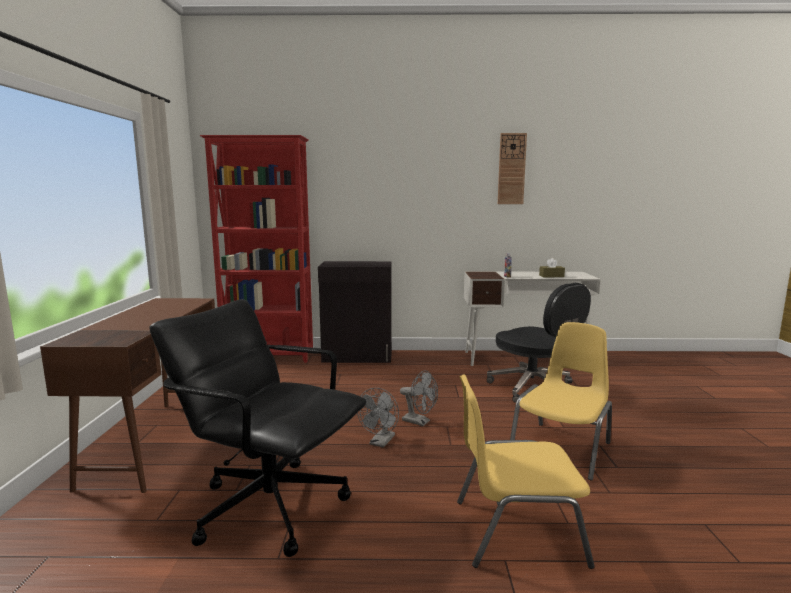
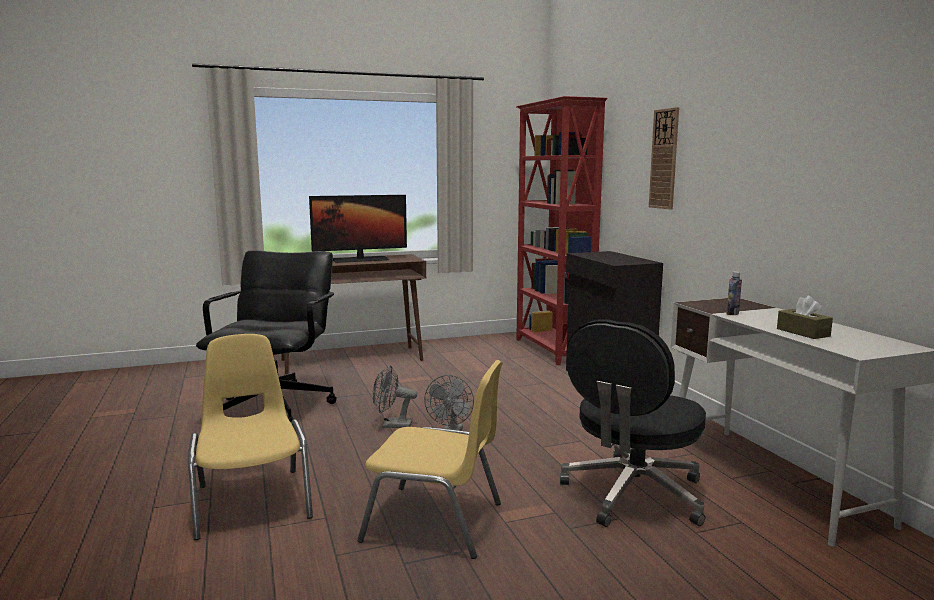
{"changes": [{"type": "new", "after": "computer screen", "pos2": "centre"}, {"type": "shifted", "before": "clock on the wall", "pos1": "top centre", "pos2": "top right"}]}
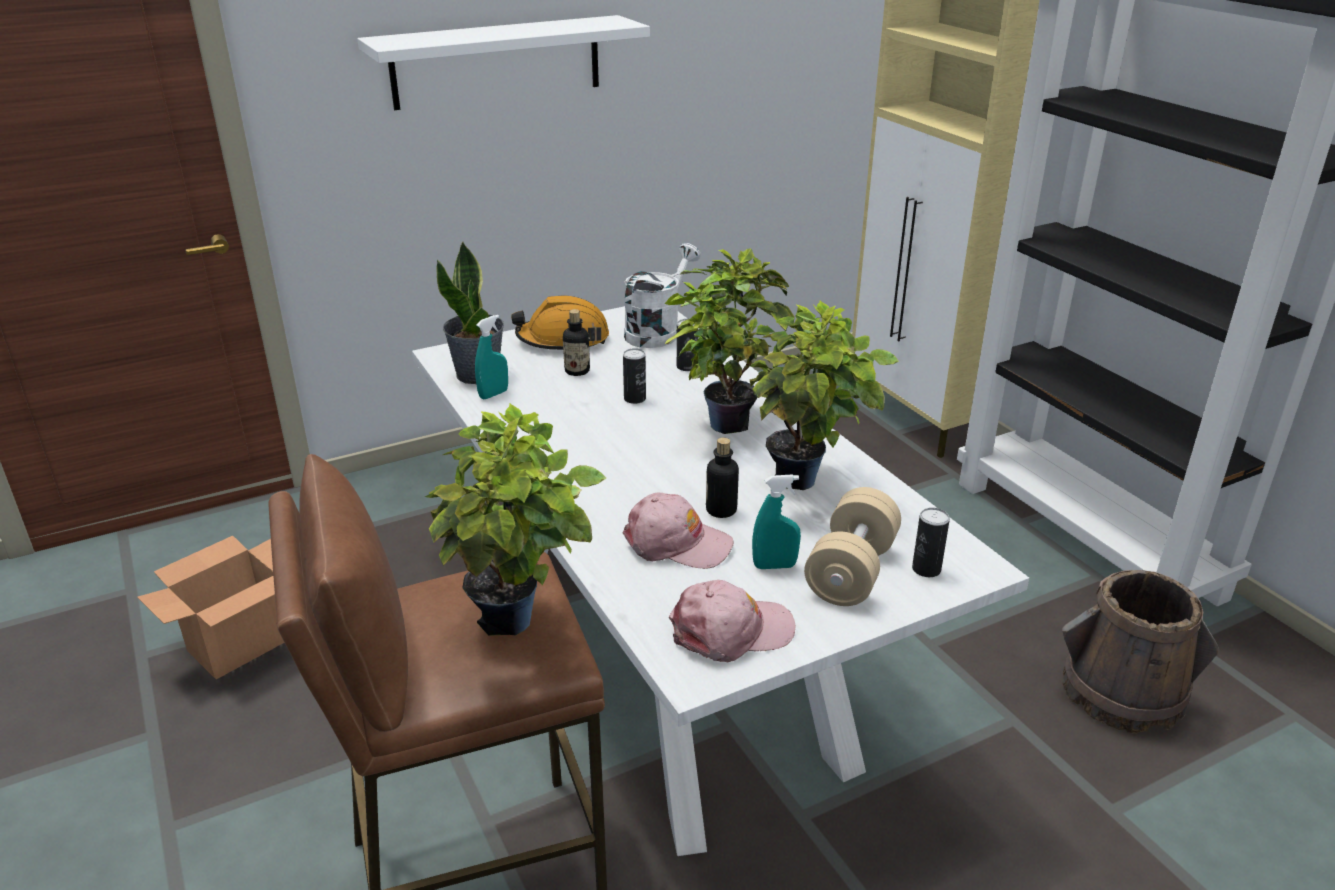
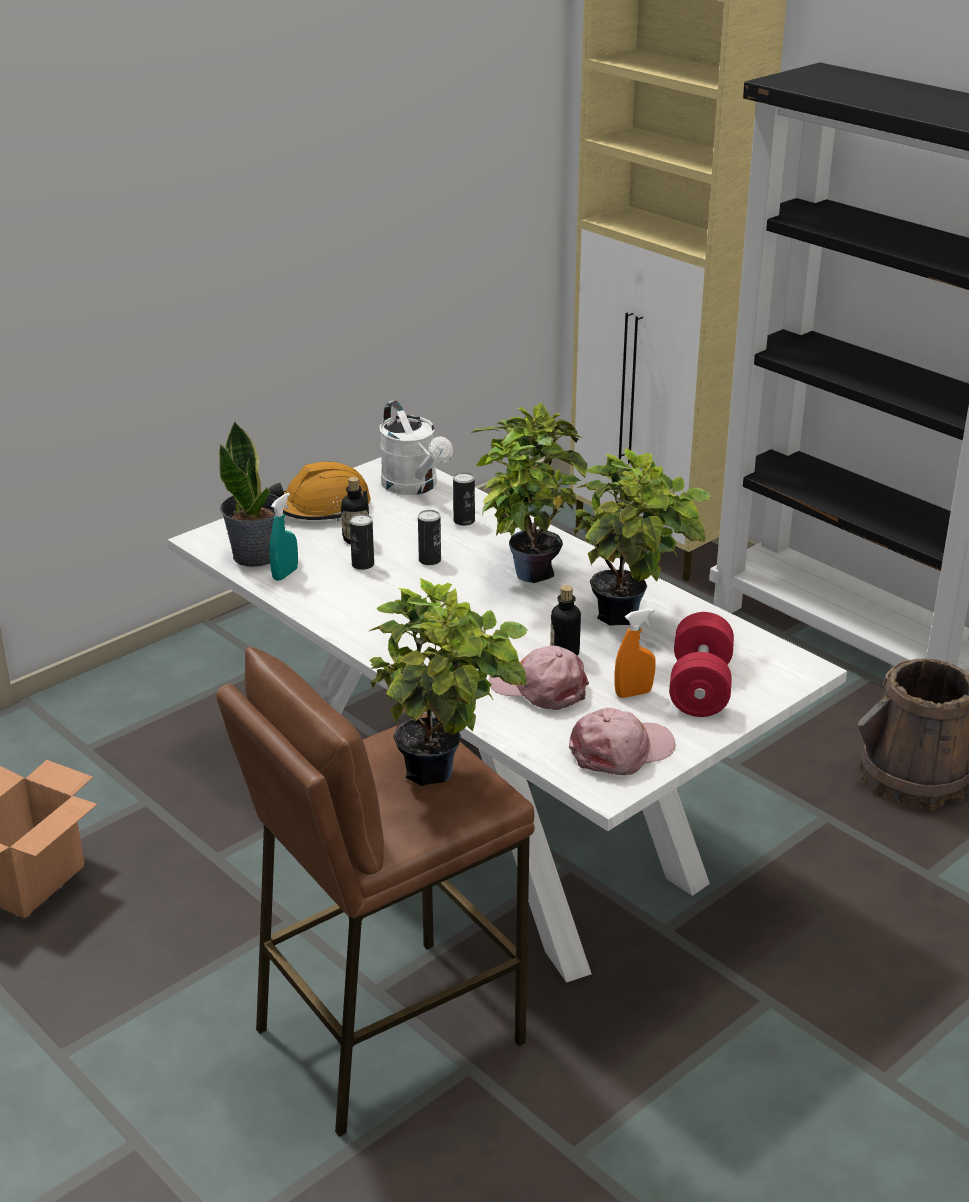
{"changes": [{"type": "shifted", "before": "metal can (no. 3 from left in the first image)", "after": "metal can (no. 1 from left)", "pos1": "middle right", "pos2": "centre"}, {"type": "rotated", "before": "white-coloured watering pot", "pos1": "top centre", "pos2": "centre", "turn": 135}, {"type": "rotated", "before": "pink cap (no. 1 from left)", "pos1": "centre", "pos2": "centre", "turn": -150}, {"type": "repainted", "before": "turquoise spray bottle (no. 2 from left)", "after": "orange spray bottle", "pos1": "centre", "pos2": "centre"}, {"type": "repainted", "before": "beige free weight", "after": "red free weight", "pos1": "centre", "pos2": "middle right"}, {"type": "gone", "before": "white-coloured wall shelf", "pos1": "top centre"}]}
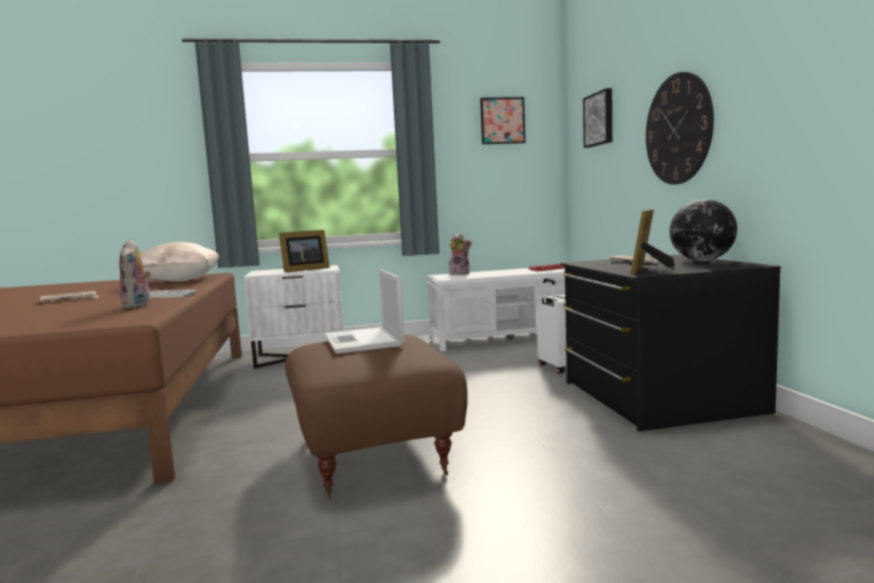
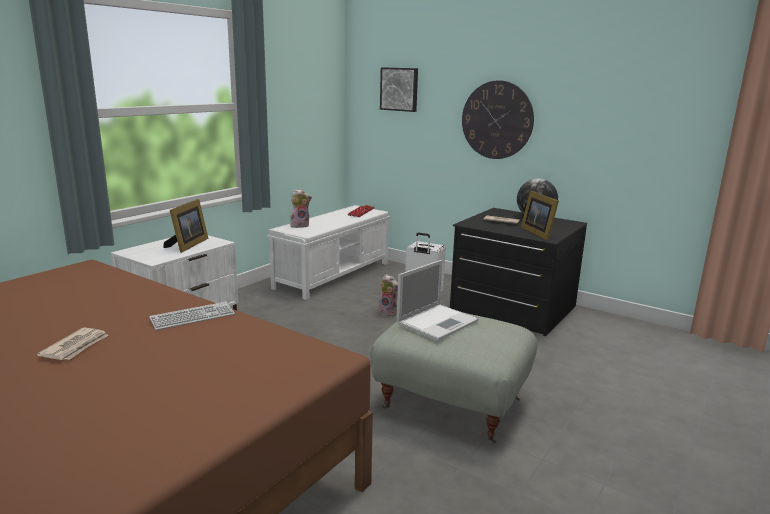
{"changes": [{"type": "repainted", "before": "brownish ottoman", "after": "grey ottoman", "pos1": "bottom centre", "pos2": "bottom centre"}, {"type": "shifted", "before": "plush toy (no. 1 from left in the first image)", "after": "plush toy (no. 2 from left)", "pos1": "middle left", "pos2": "centre"}, {"type": "rotated", "before": "notebook computer", "pos1": "centre", "pos2": "centre", "turn": -75}, {"type": "gone", "before": "beige cushion", "pos1": "middle left"}, {"type": "gone", "before": "wall picture (no. 1 from left)", "pos1": "top centre"}]}
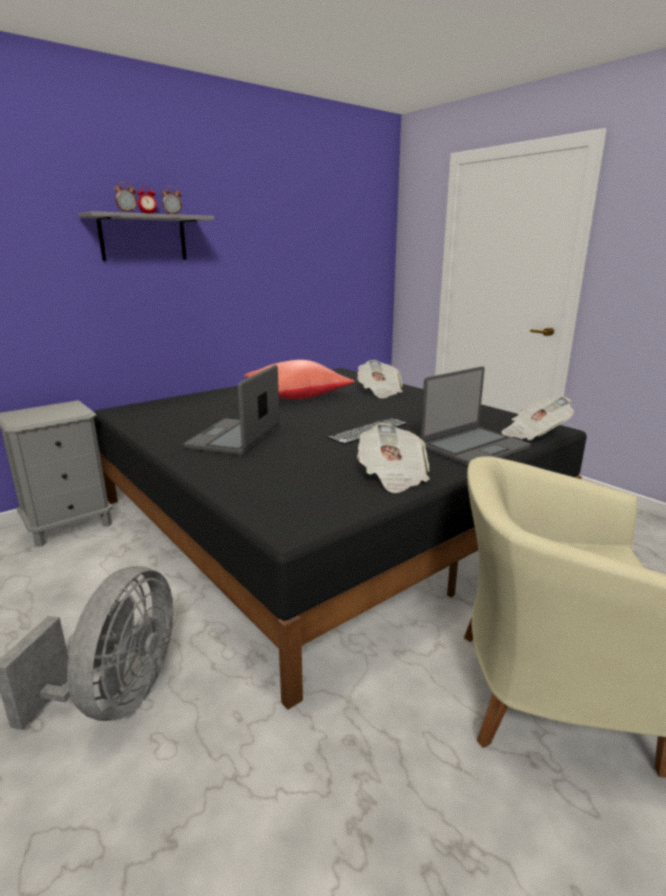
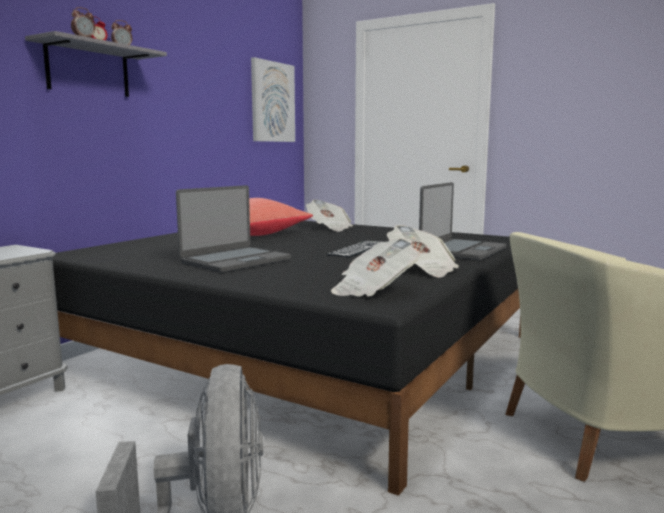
{"changes": [{"type": "rotated", "before": "notebook computer (no. 1 from left)", "pos1": "centre", "pos2": "centre", "turn": -135}, {"type": "new", "after": "wall picture", "pos2": "top centre"}, {"type": "shifted", "before": "daily paper (no. 3 from left in the first image)", "after": "daily paper (no. 2 from left)", "pos1": "middle right", "pos2": "centre"}]}
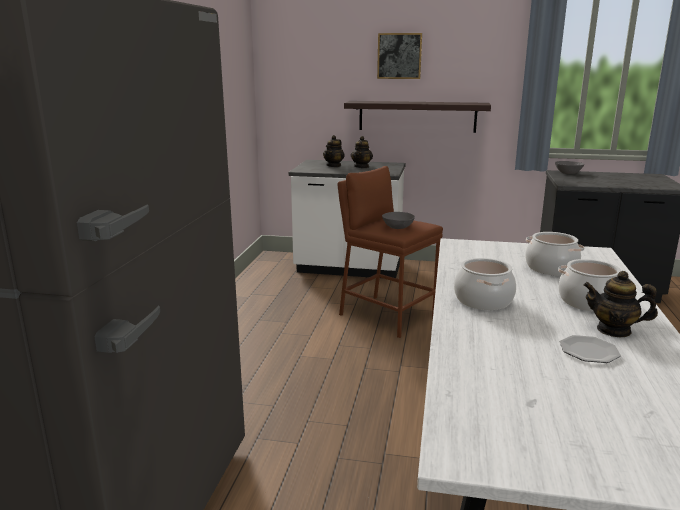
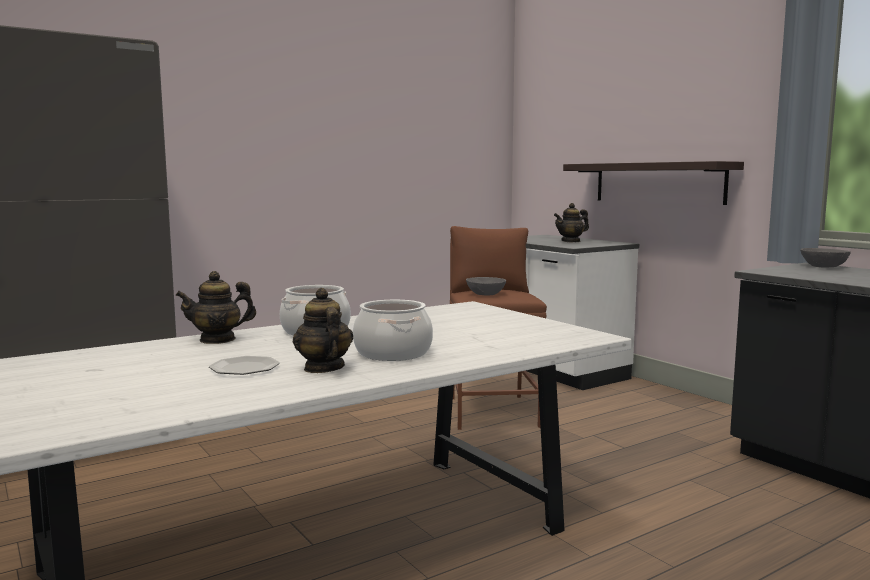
{"changes": [{"type": "shifted", "before": "tea pot (no. 1 from left)", "pos1": "top centre", "pos2": "middle left"}, {"type": "gone", "before": "wall picture", "pos1": "top centre"}, {"type": "gone", "before": "stockpot (no. 2 from left)", "pos1": "middle right"}]}
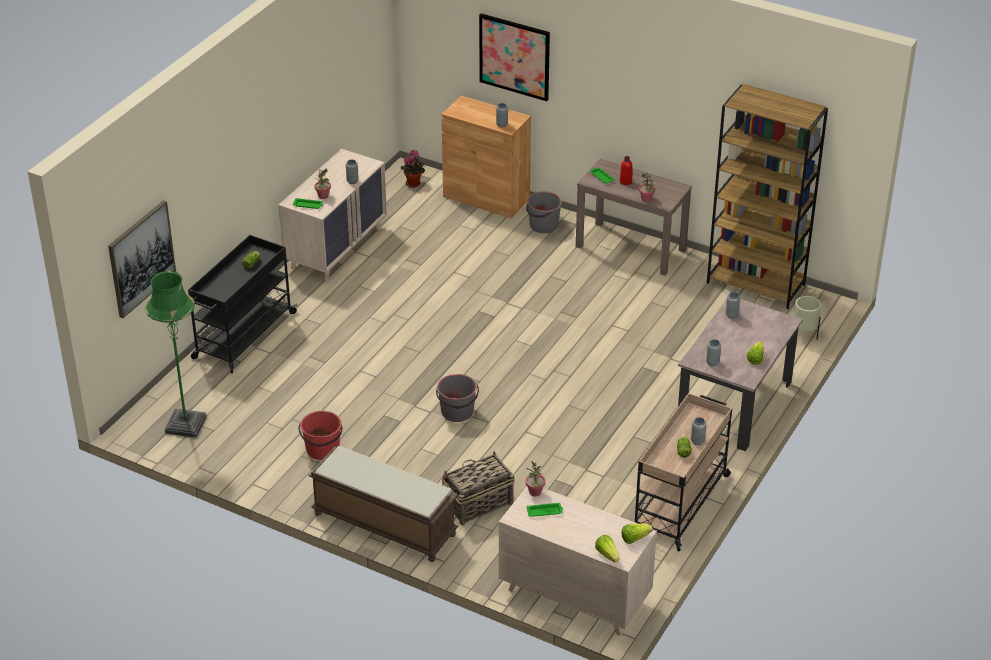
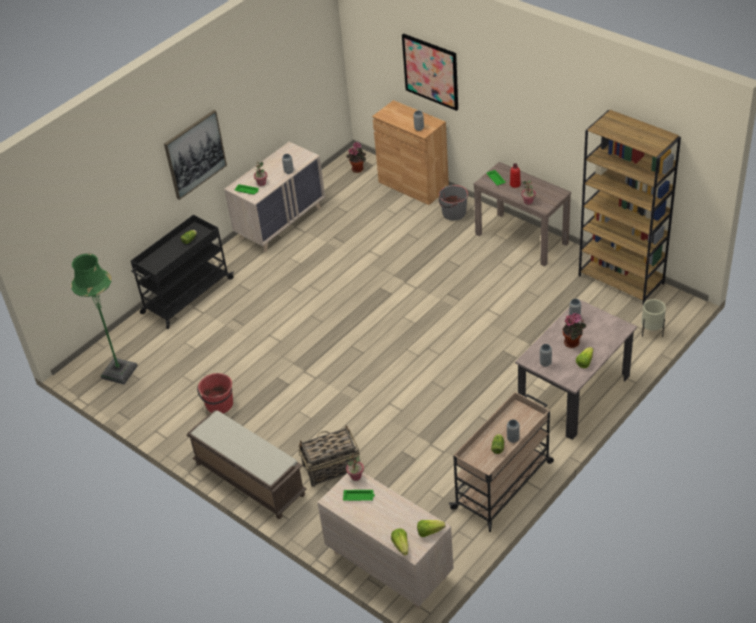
{"changes": [{"type": "shifted", "before": "wall picture (no. 1 from left)", "pos1": "middle left", "pos2": "top left"}, {"type": "new", "after": "potted plant (no. 5 from left)", "pos2": "middle right"}, {"type": "gone", "before": "grey pail (no. 1 from left)", "pos1": "centre"}]}
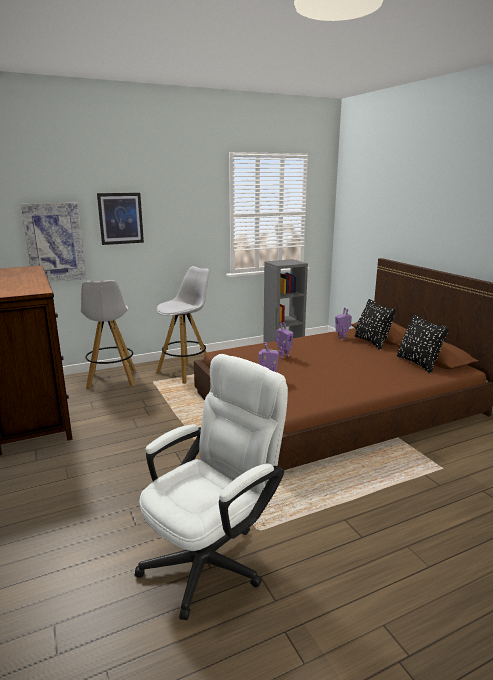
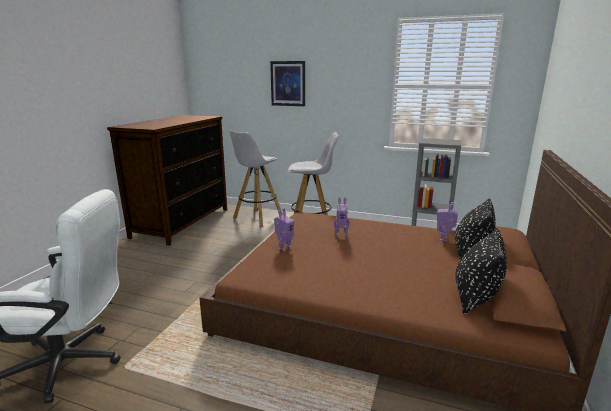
{"changes": [{"type": "gone", "before": "wall picture (no. 1 from left)", "pos1": "middle left"}]}
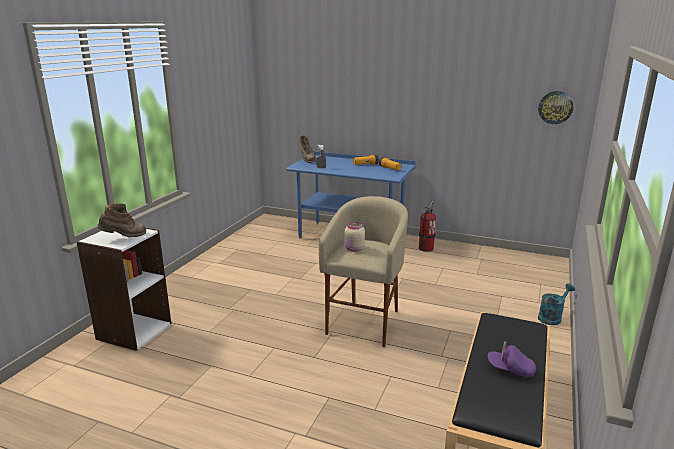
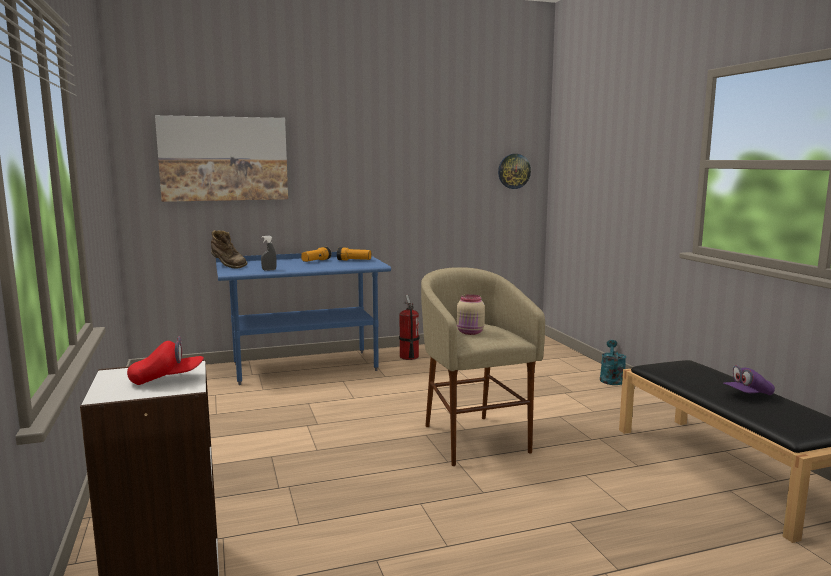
{"changes": [{"type": "swapped", "before": "brownish tall boot (no. 1 from left)", "after": "red cap", "pos1": "middle left", "pos2": "middle left"}, {"type": "new", "after": "wall picture", "pos2": "top left"}]}
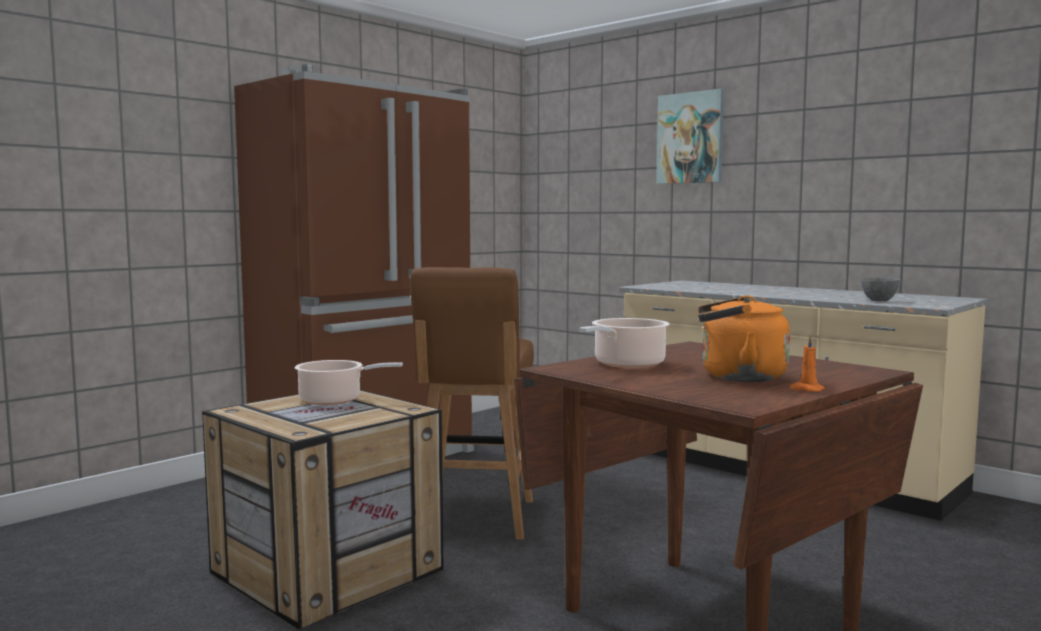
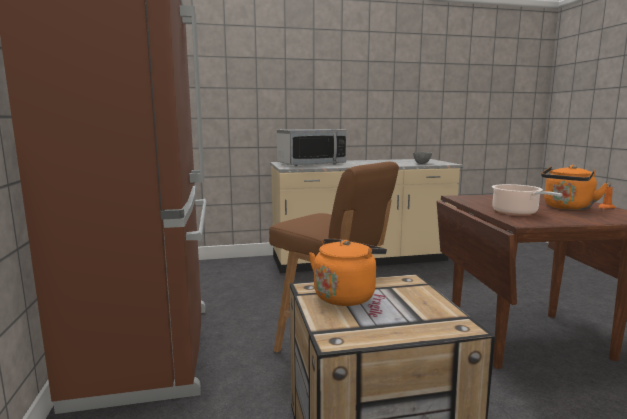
{"changes": [{"type": "new", "after": "microwave", "pos2": "centre"}, {"type": "swapped", "before": "stockpot (no. 1 from left)", "after": "orange water kettle (no. 1 from left)", "pos1": "centre", "pos2": "centre"}, {"type": "gone", "before": "wall picture", "pos1": "top centre"}]}
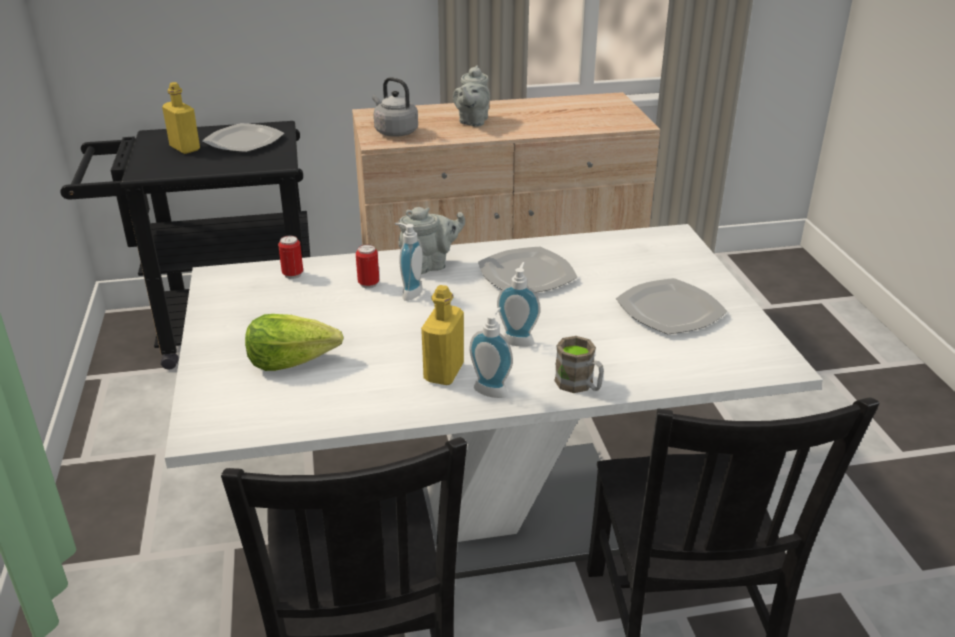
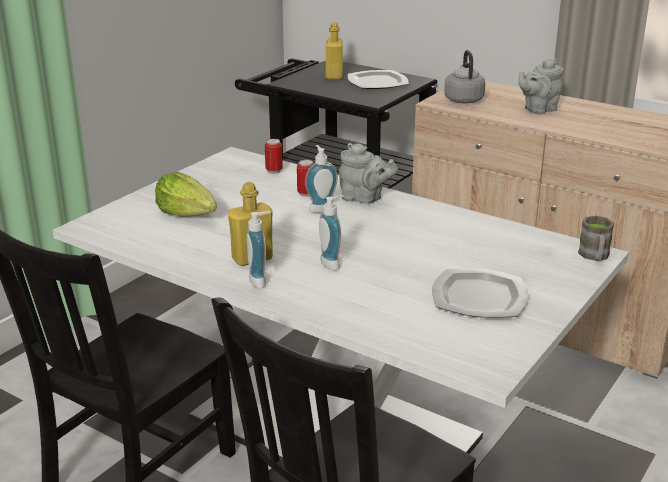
{"changes": [{"type": "shifted", "before": "brownish tea mug", "pos1": "centre", "pos2": "middle right"}, {"type": "gone", "before": "flat dish (no. 2 from left)", "pos1": "centre"}]}
